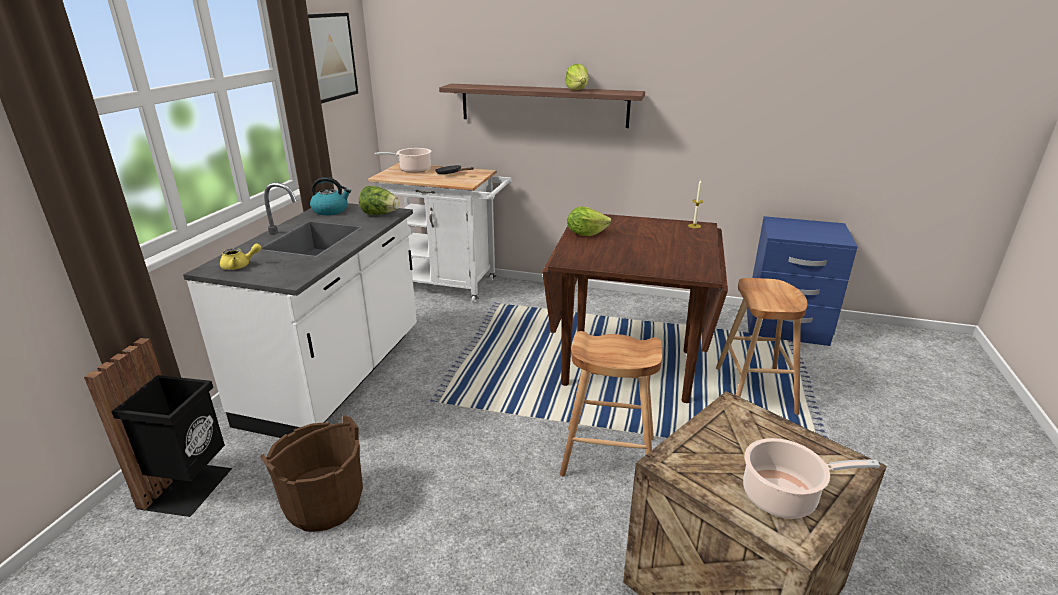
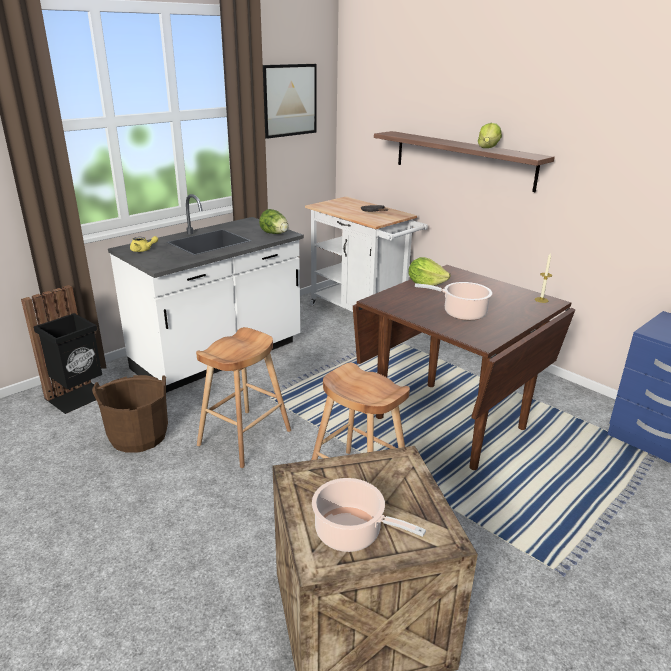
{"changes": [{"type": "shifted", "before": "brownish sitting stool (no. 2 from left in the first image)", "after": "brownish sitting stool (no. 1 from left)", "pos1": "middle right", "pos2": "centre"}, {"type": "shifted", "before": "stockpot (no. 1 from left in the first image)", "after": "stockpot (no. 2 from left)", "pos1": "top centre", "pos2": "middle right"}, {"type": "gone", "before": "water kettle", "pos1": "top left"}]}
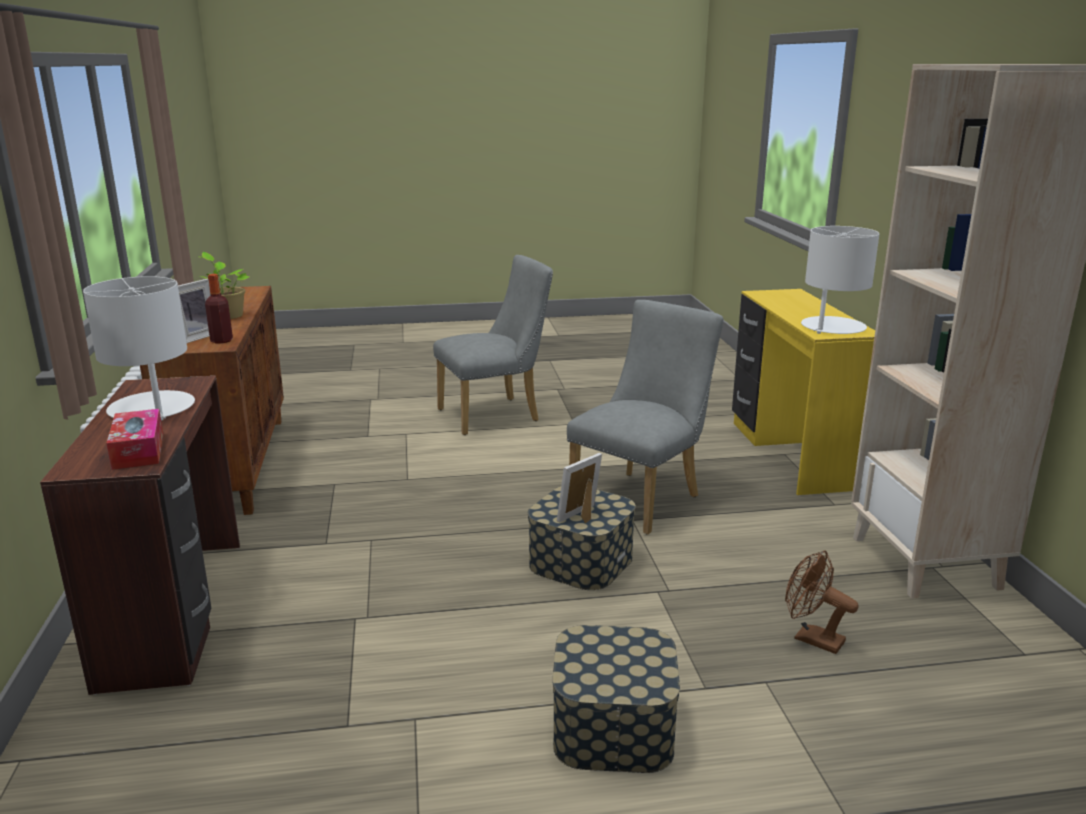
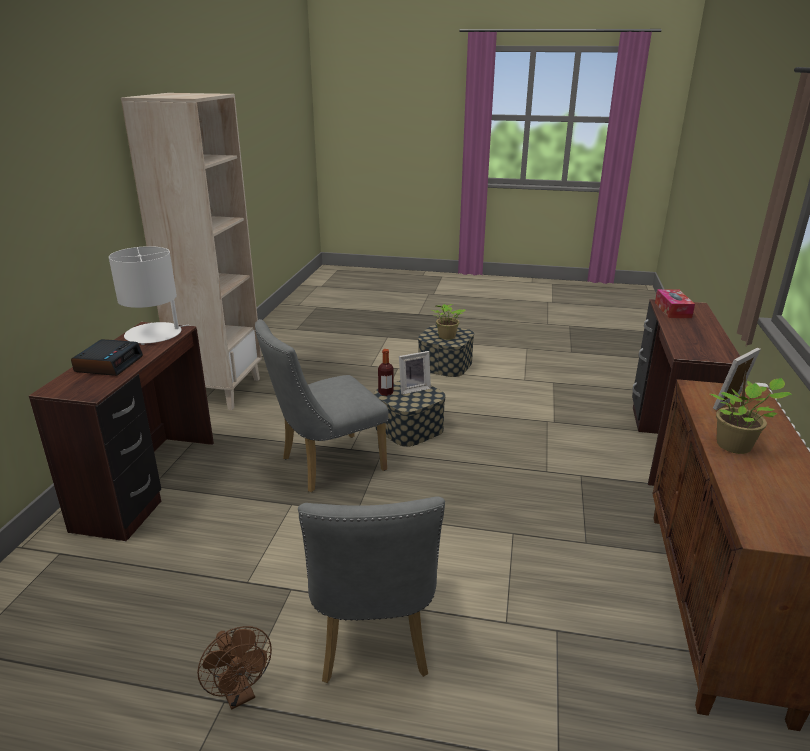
{"changes": [{"type": "repainted", "before": "yellow desk unit", "after": "brownish desk unit (no. 1 from left)", "pos1": "middle right", "pos2": "middle left"}, {"type": "new", "after": "table clock", "pos2": "middle left"}, {"type": "shifted", "before": "brownish fan", "pos1": "bottom right", "pos2": "bottom left"}, {"type": "rotated", "before": "grey chair (no. 1 from left in the first image)", "pos1": "centre", "pos2": "bottom centre", "turn": -90}, {"type": "shifted", "before": "bottle", "pos1": "middle left", "pos2": "centre"}, {"type": "new", "after": "potted plant (no. 1 from left)", "pos2": "centre"}, {"type": "gone", "before": "white-coloured lamp for a table (no. 1 from left)", "pos1": "middle left"}]}
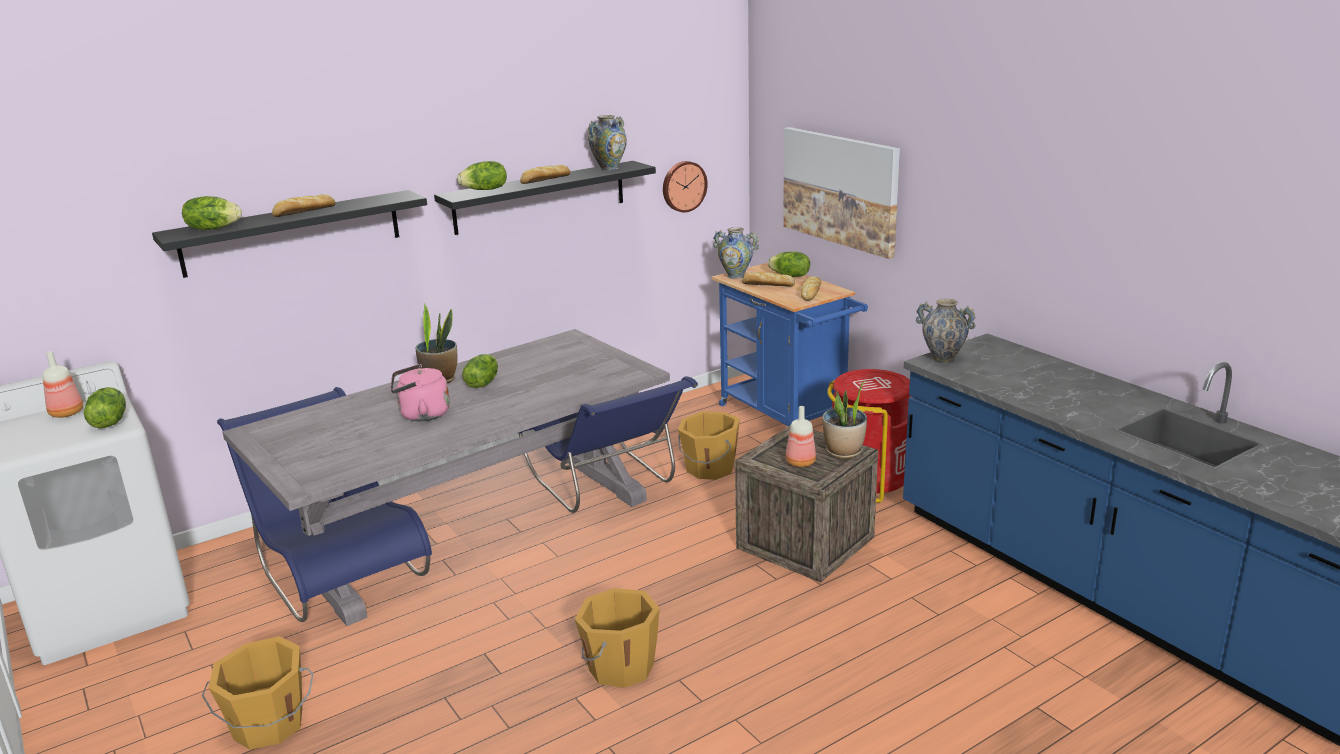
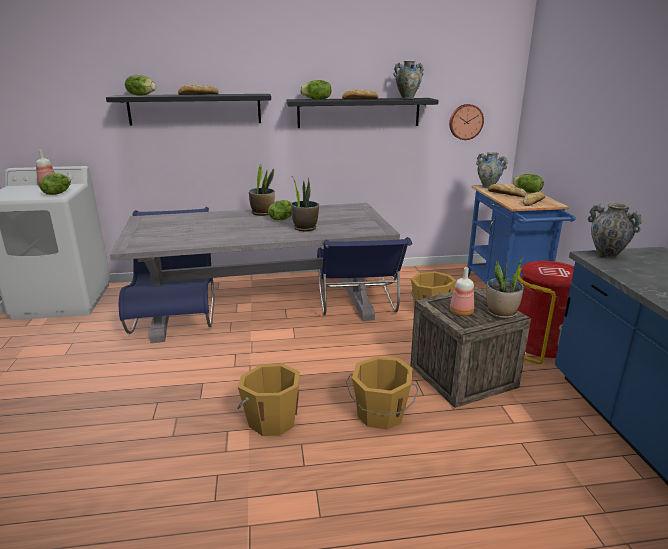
{"changes": [{"type": "new", "after": "potted plant (no. 2 from left)", "pos2": "centre"}, {"type": "shifted", "before": "orange pail (no. 1 from left in the first image)", "after": "orange pail (no. 2 from left)", "pos1": "bottom left", "pos2": "bottom centre"}, {"type": "gone", "before": "pink water kettle", "pos1": "middle left"}, {"type": "gone", "before": "wall picture", "pos1": "top centre"}]}
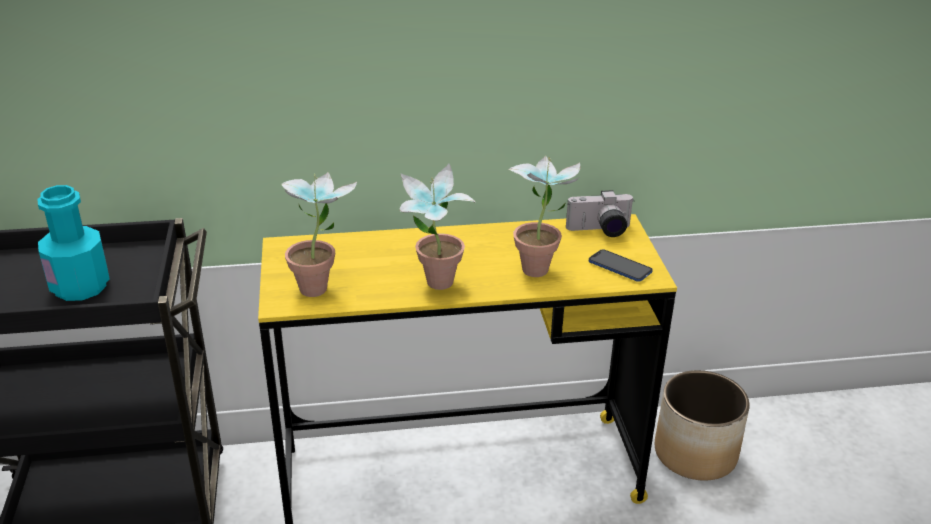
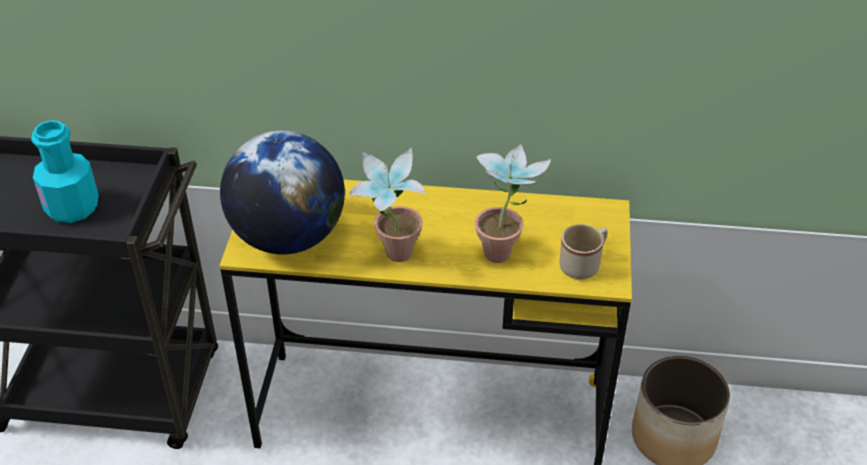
{"changes": [{"type": "swapped", "before": "potted plant (no. 1 from left)", "after": "world globe", "pos1": "centre", "pos2": "middle left"}, {"type": "swapped", "before": "handset", "after": "beige tea mug", "pos1": "middle right", "pos2": "middle right"}, {"type": "gone", "before": "still camera", "pos1": "centre"}]}
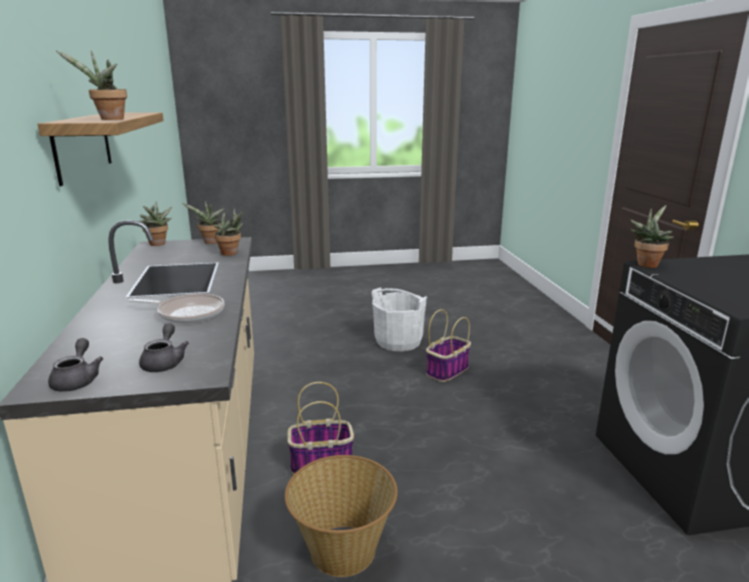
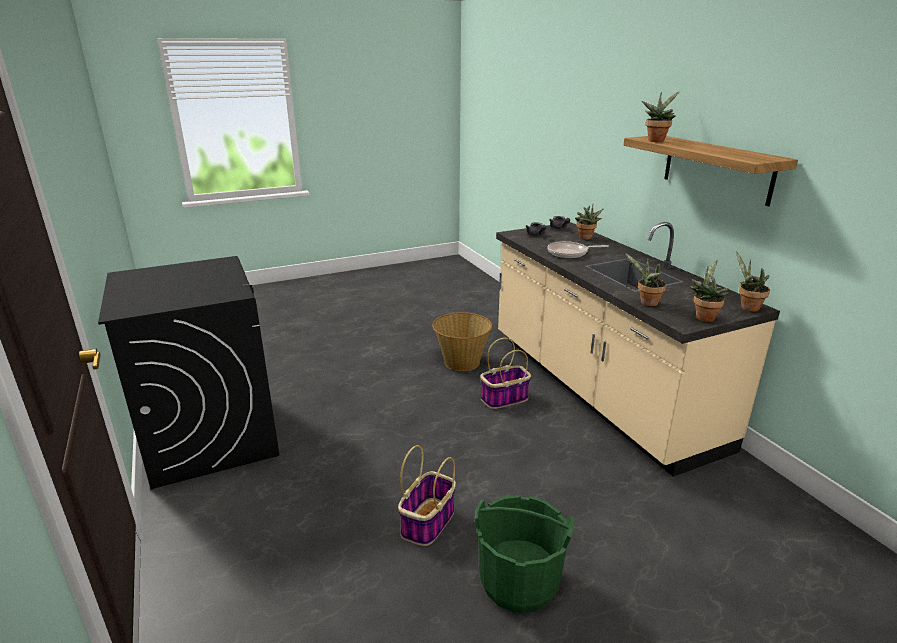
{"changes": [{"type": "repainted", "before": "white-coloured pail", "after": "greenish pail", "pos1": "centre", "pos2": "bottom centre"}, {"type": "shifted", "before": "potted plant (no. 5 from left in the first image)", "after": "potted plant (no. 1 from left)", "pos1": "middle right", "pos2": "centre"}]}
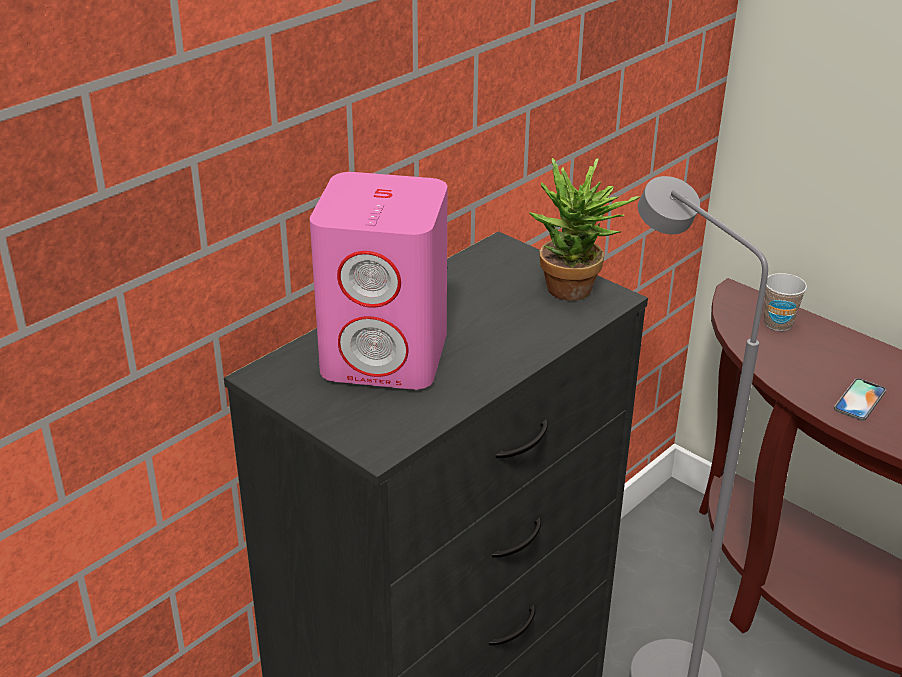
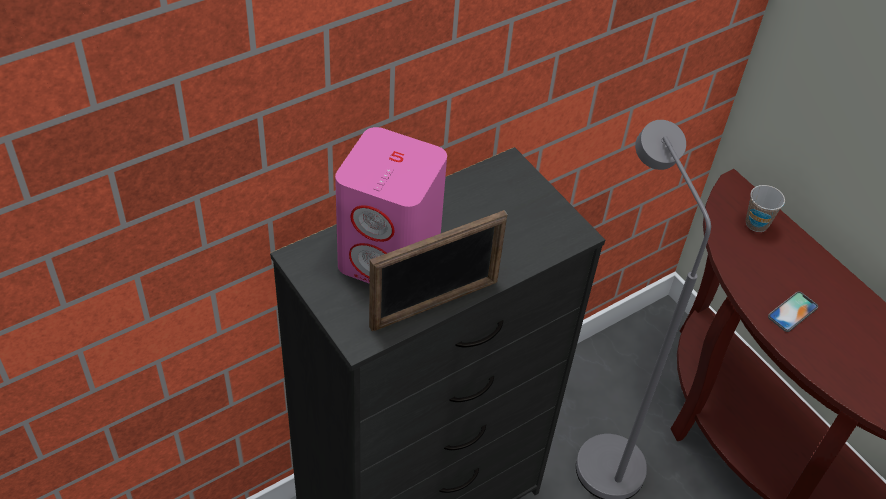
{"changes": [{"type": "new", "after": "picture frame", "pos2": "centre"}, {"type": "gone", "before": "potted plant", "pos1": "centre"}]}
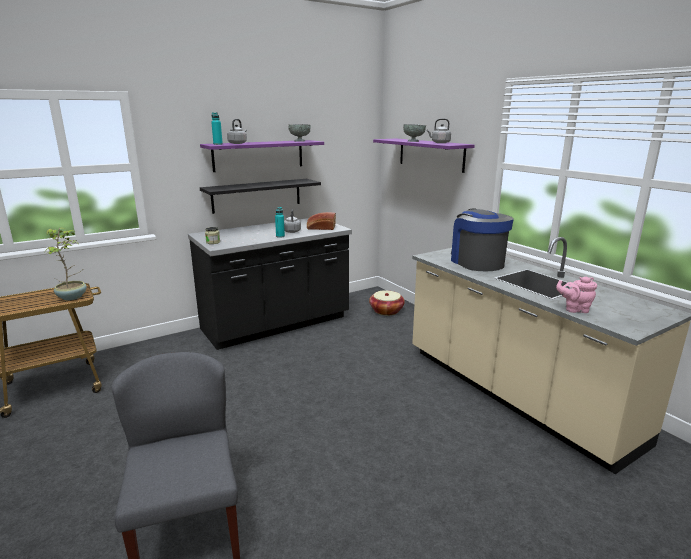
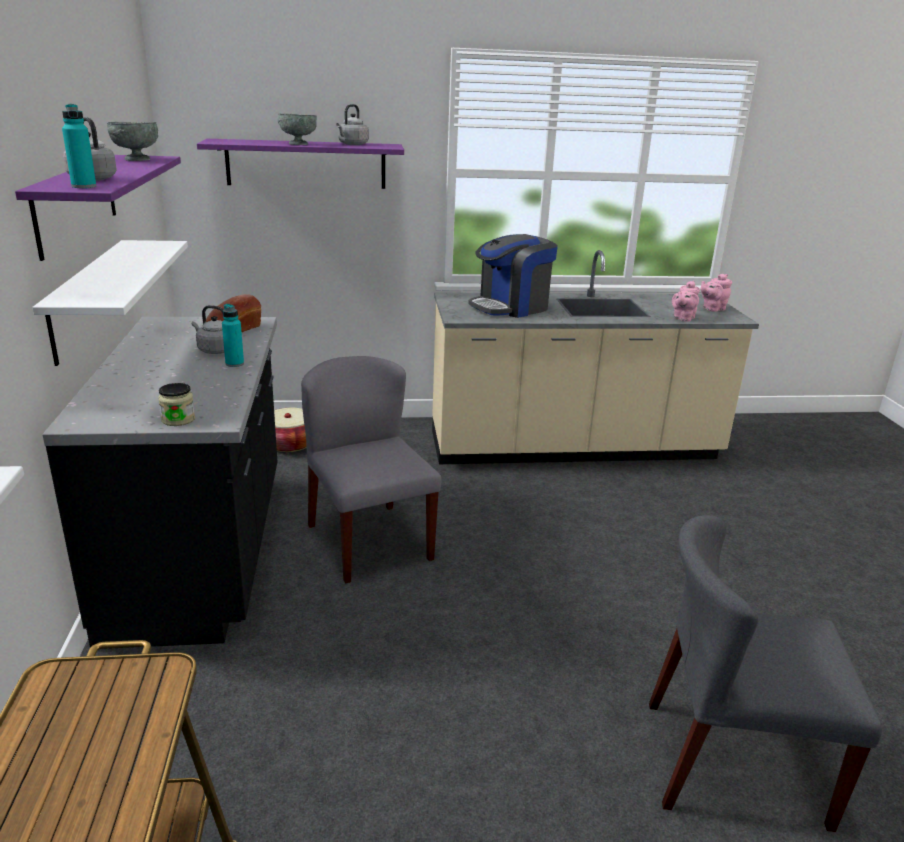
{"changes": [{"type": "repainted", "before": "blackish wall shelf", "after": "white-coloured wall shelf", "pos1": "centre", "pos2": "middle left"}, {"type": "new", "after": "grey chair (no. 1 from left)", "pos2": "centre"}, {"type": "rotated", "before": "coffee brewer", "pos1": "middle right", "pos2": "top centre", "turn": -45}, {"type": "new", "after": "pink tea pot (no. 2 from left)", "pos2": "middle right"}, {"type": "gone", "before": "potted plant", "pos1": "middle left"}]}
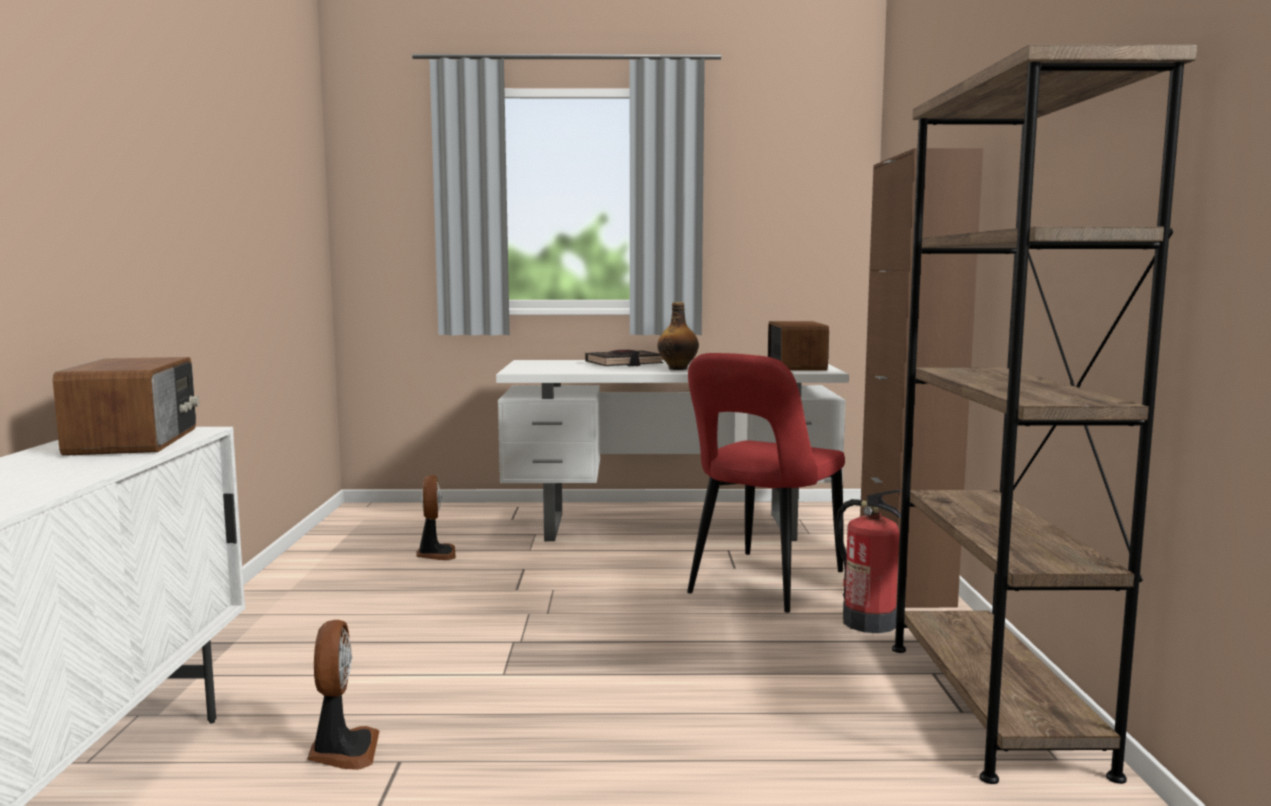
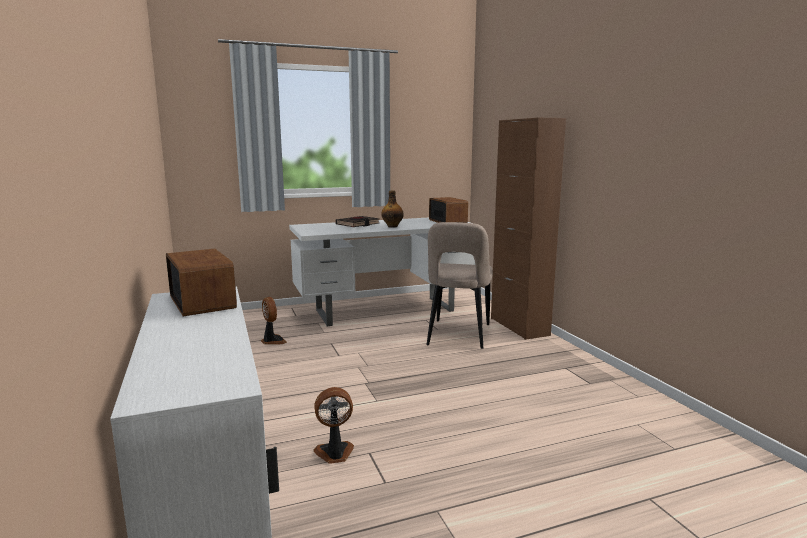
{"changes": [{"type": "rotated", "before": "fan (no. 1 from left in the first image)", "pos1": "bottom left", "pos2": "bottom centre", "turn": -75}, {"type": "repainted", "before": "red chair", "after": "beige chair", "pos1": "centre", "pos2": "centre"}, {"type": "gone", "before": "fire-fighting cylinder", "pos1": "bottom right"}, {"type": "gone", "before": "brownish bookcase", "pos1": "middle right"}]}
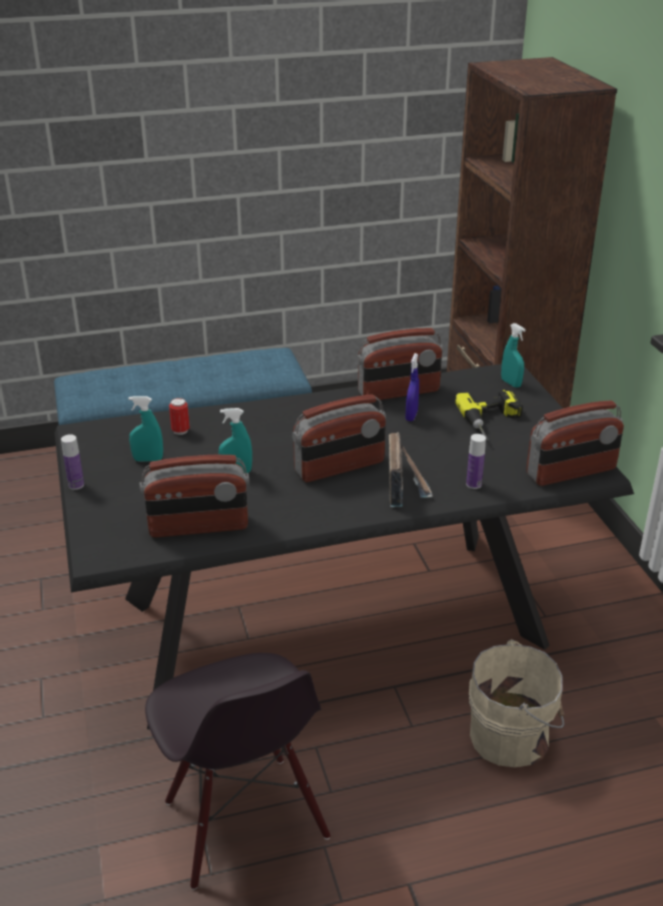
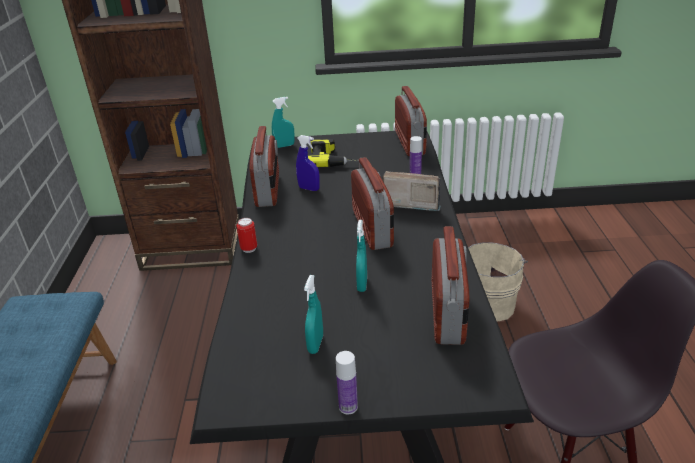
{"changes": [{"type": "shifted", "before": "metal can", "pos1": "middle left", "pos2": "centre"}]}
